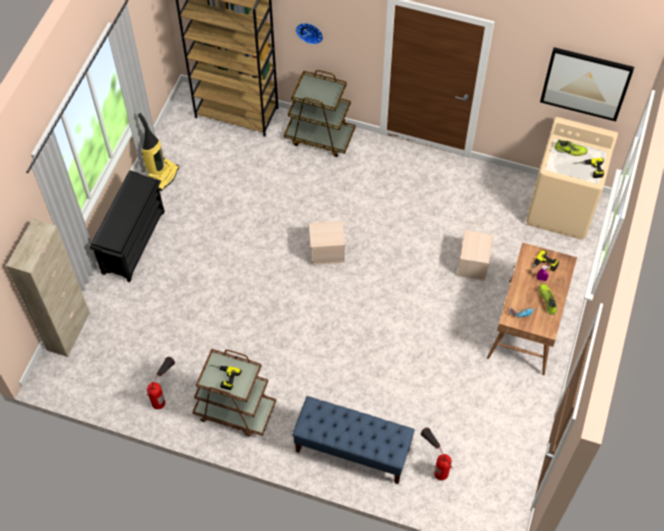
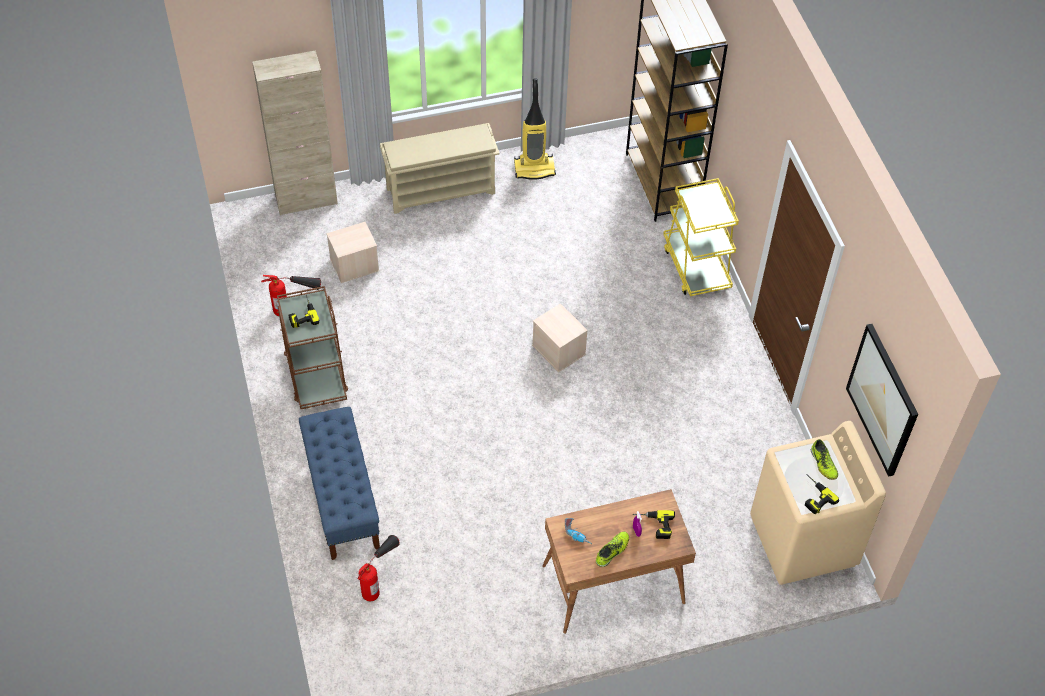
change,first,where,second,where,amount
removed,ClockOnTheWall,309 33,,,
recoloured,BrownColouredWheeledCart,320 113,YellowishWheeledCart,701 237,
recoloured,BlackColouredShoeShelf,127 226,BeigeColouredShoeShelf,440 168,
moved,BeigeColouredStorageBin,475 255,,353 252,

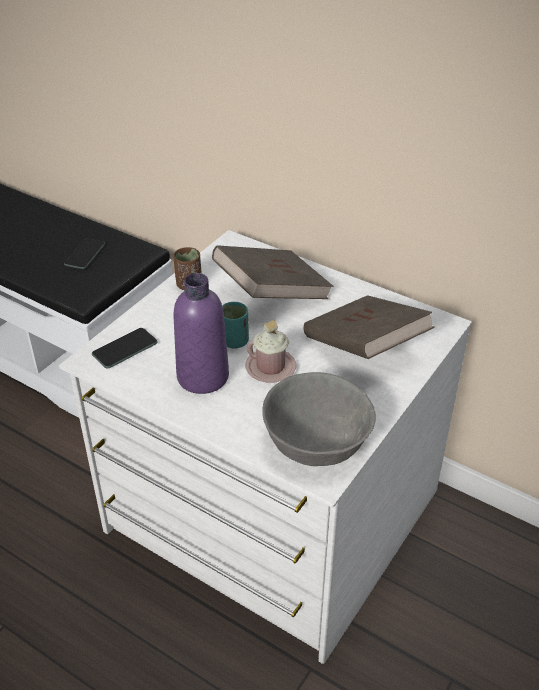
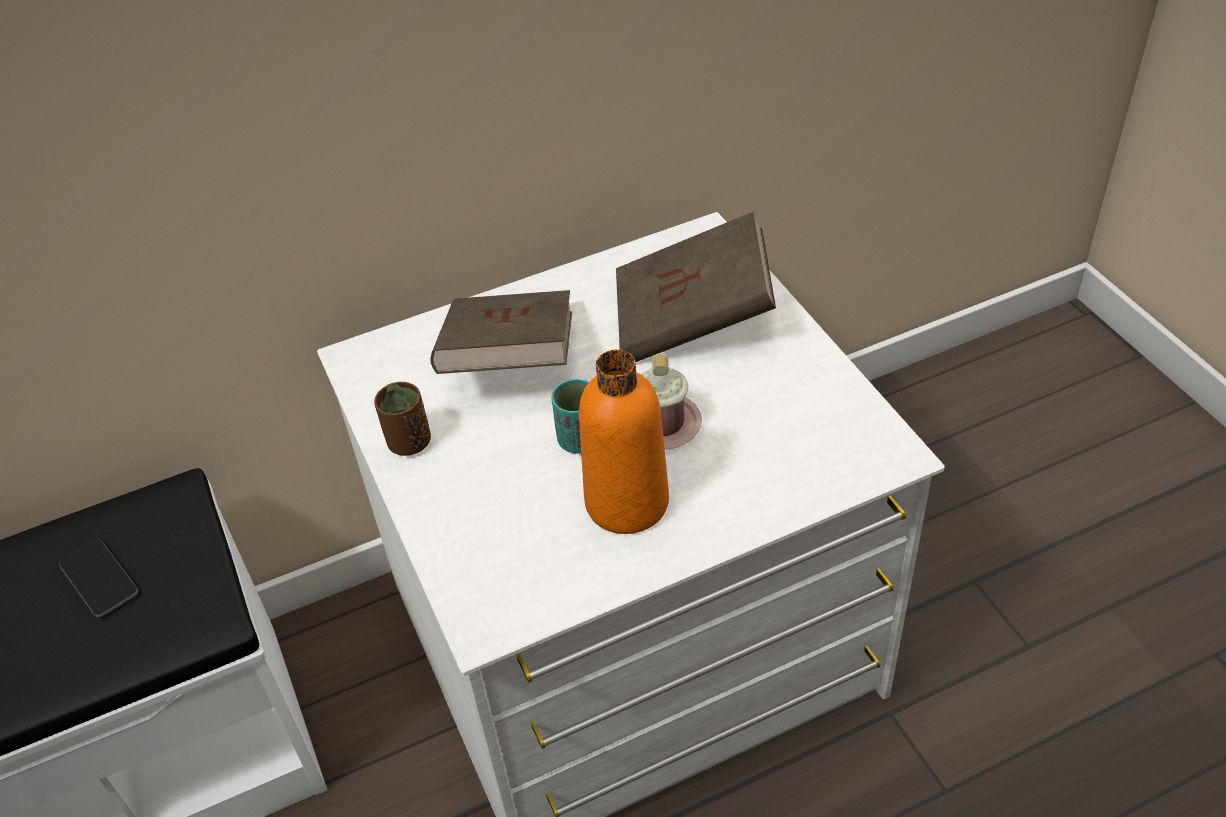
change,first,where,second,where,amount
recoloured,PurpleColouredDrinkBottle,201 333,OrangeyDrinkBottle,624 441,
removed,Handset,125 348,,,
removed,GrayDeepDish,319 419,,,

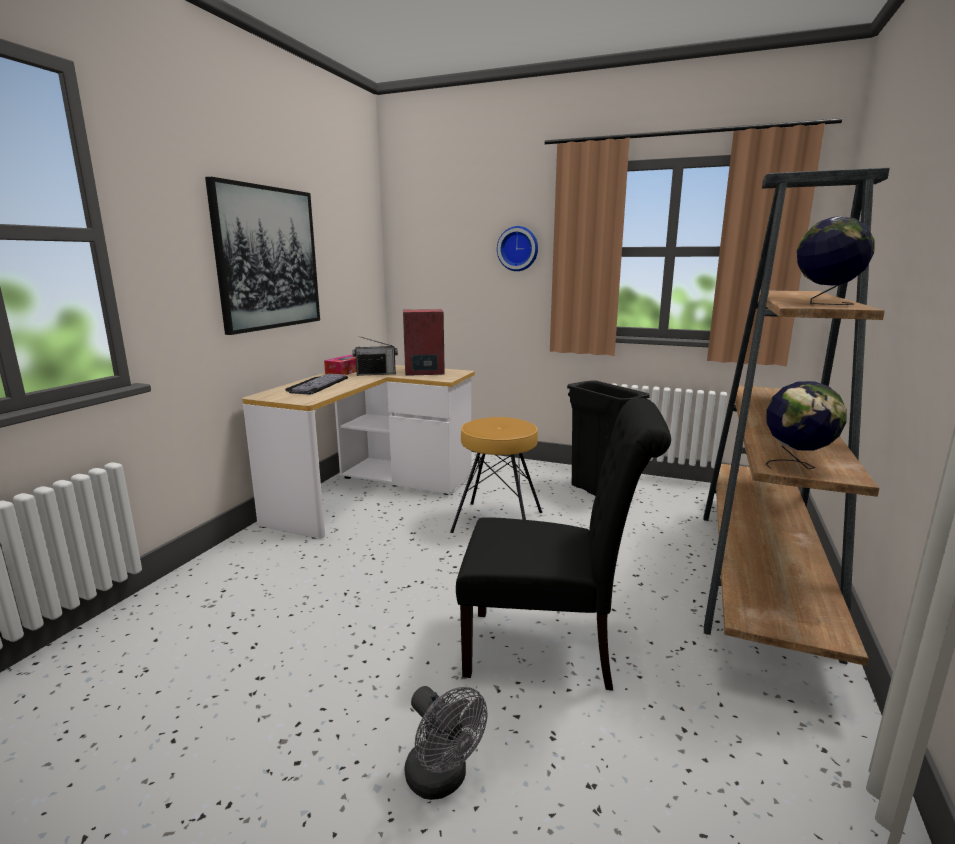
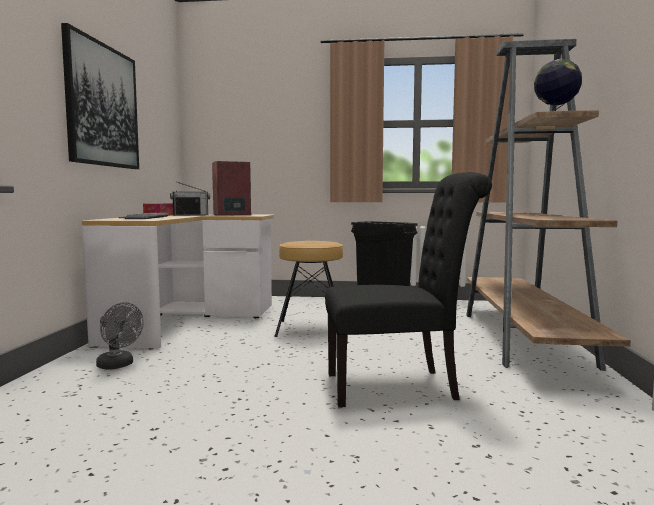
change,first,where,second,where,amount
removed,ClockOnTheWall,517 248,,,
removed,DeskGlobe,806 425,,,
moved,GrayCoolingFan,446 743,,120 336,

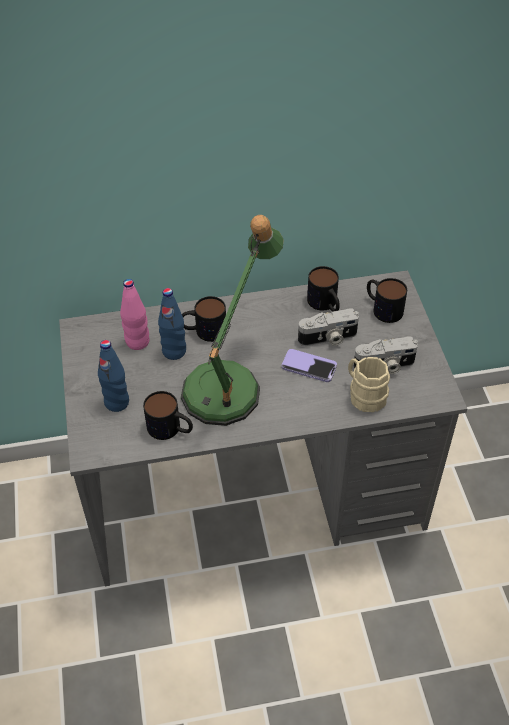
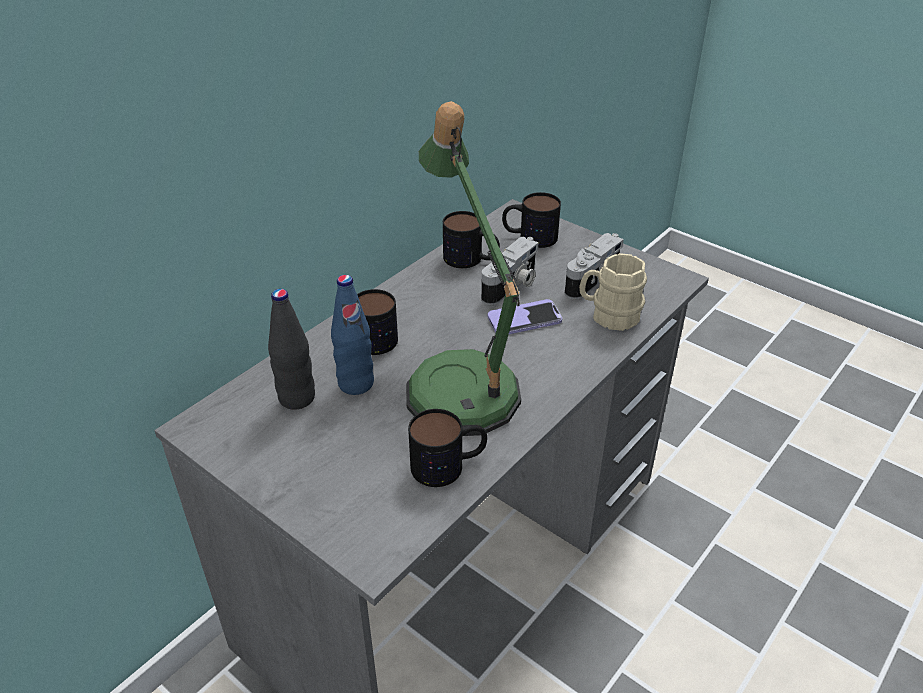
change,first,where,second,where,amount
recoloured,PinkDrinkBottle,134 314,BlackColouredDrinkBottle,291 349,
removed,BlueColouredDrinkBottle,113 376,,,

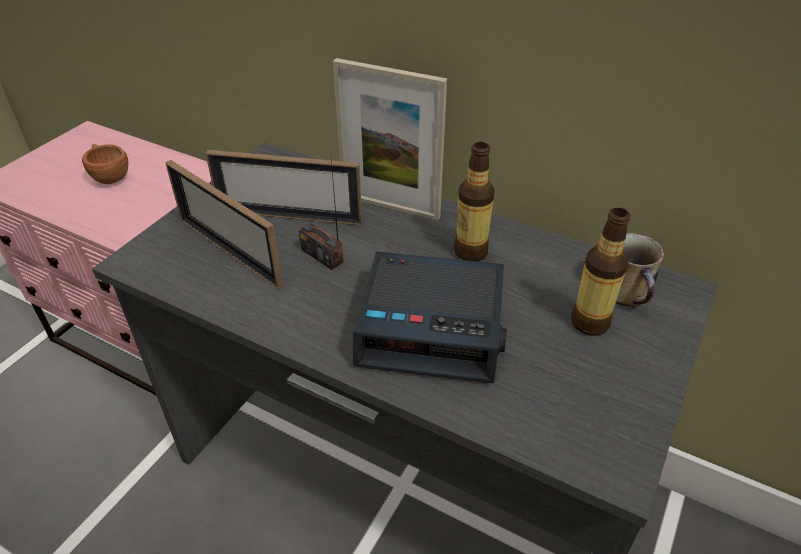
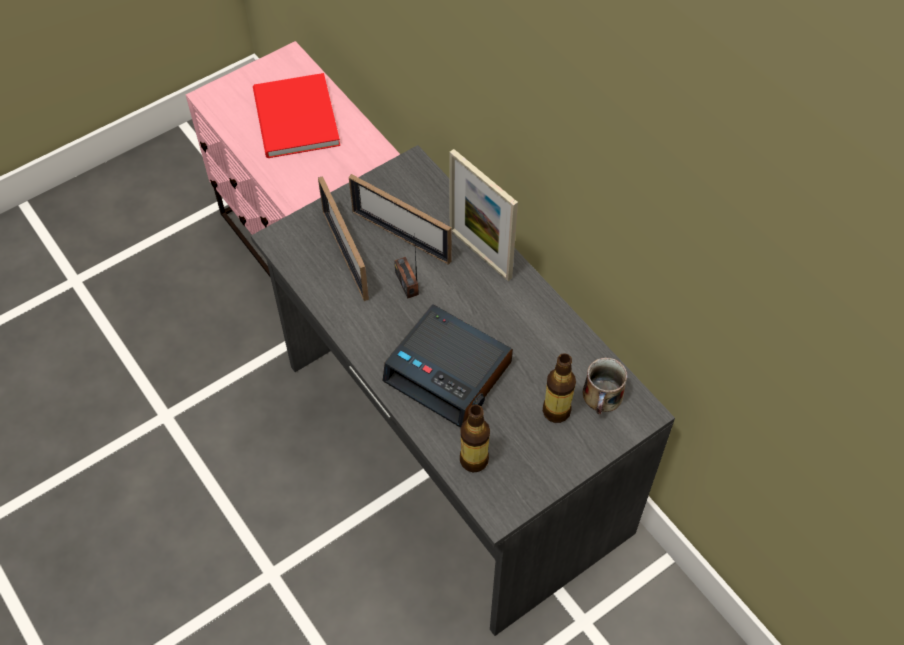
change,first,where,second,where,amount
moved,DrinkBottle,474 201,,475 438,
replaced,BrownColouredSmallCup,105 164,ReddishVolume,296 115,

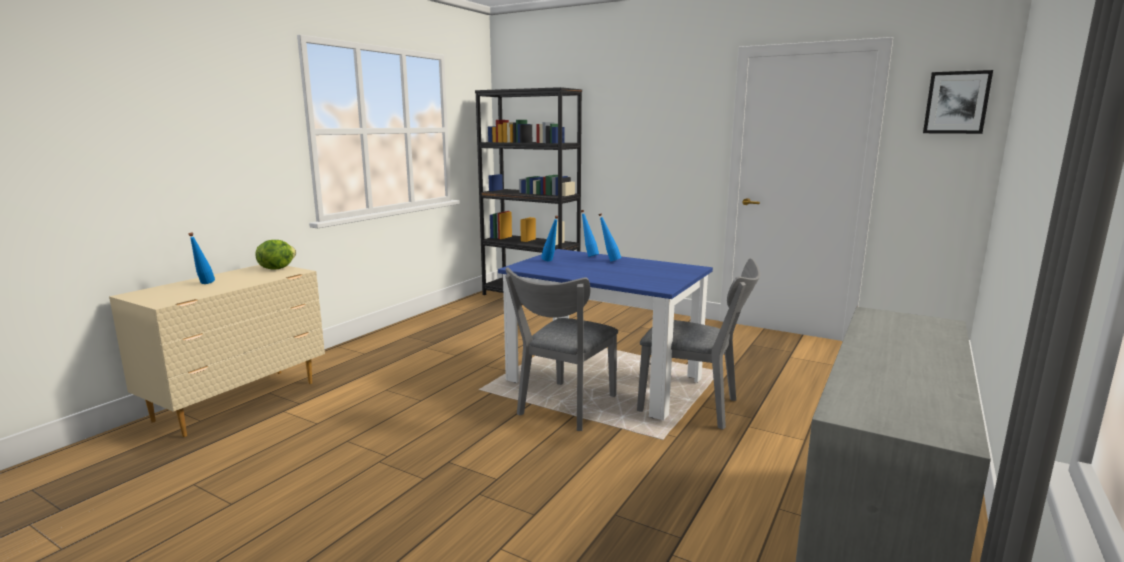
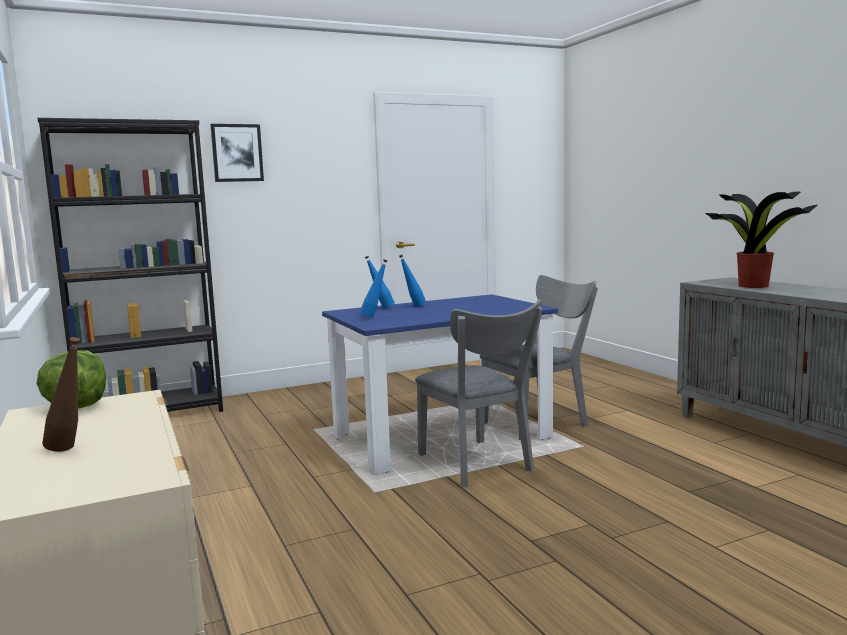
change,first,where,second,where,amount
moved,WallPicture,958 102,,237 153,
recoloured,BlueColouredDrinkBottle,202 258,BrownColouredDrinkBottle,61 394,
added,,,Houseplant,761 239,

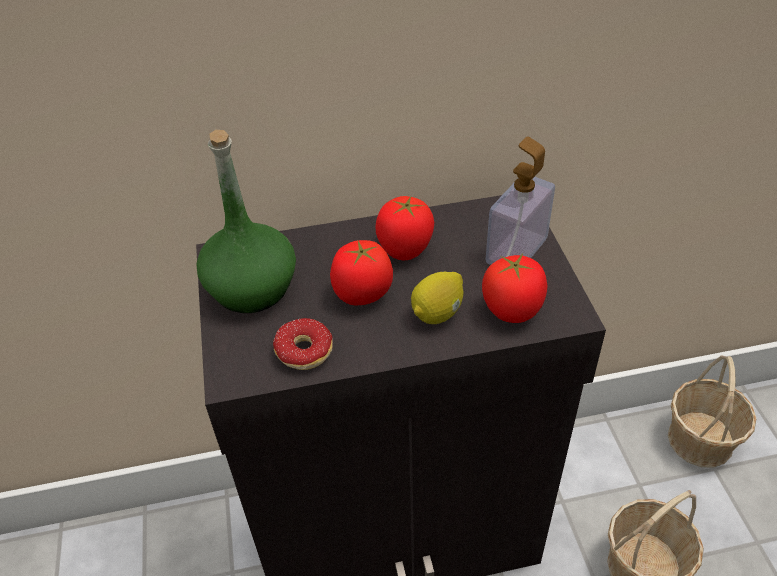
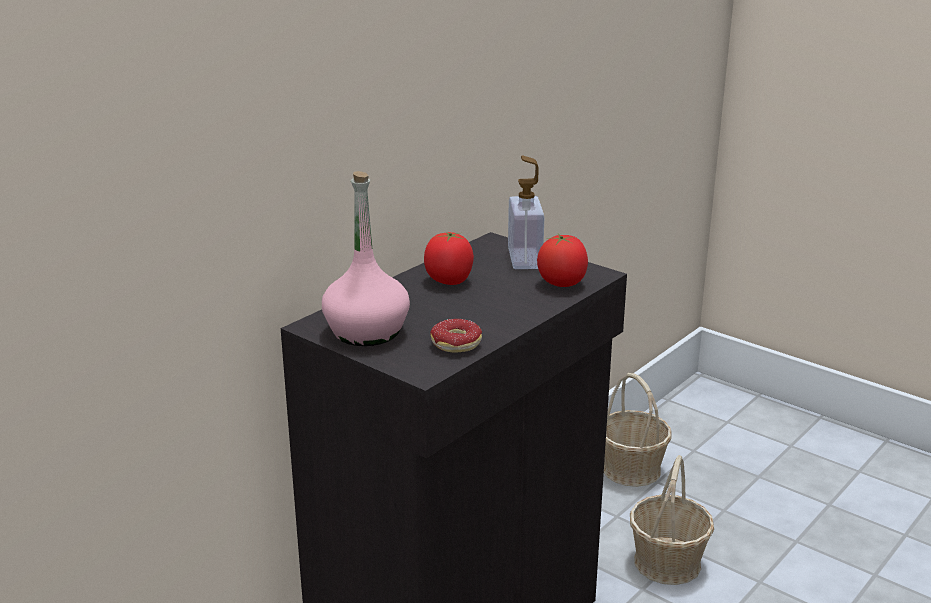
change,first,where,second,where,amount
recoloured,GreenishDrinkBottle,246 221,PinkDrinkBottle,366 258,
removed,FreshTomato,361 272,,,
removed,WholeLemon,437 298,,,

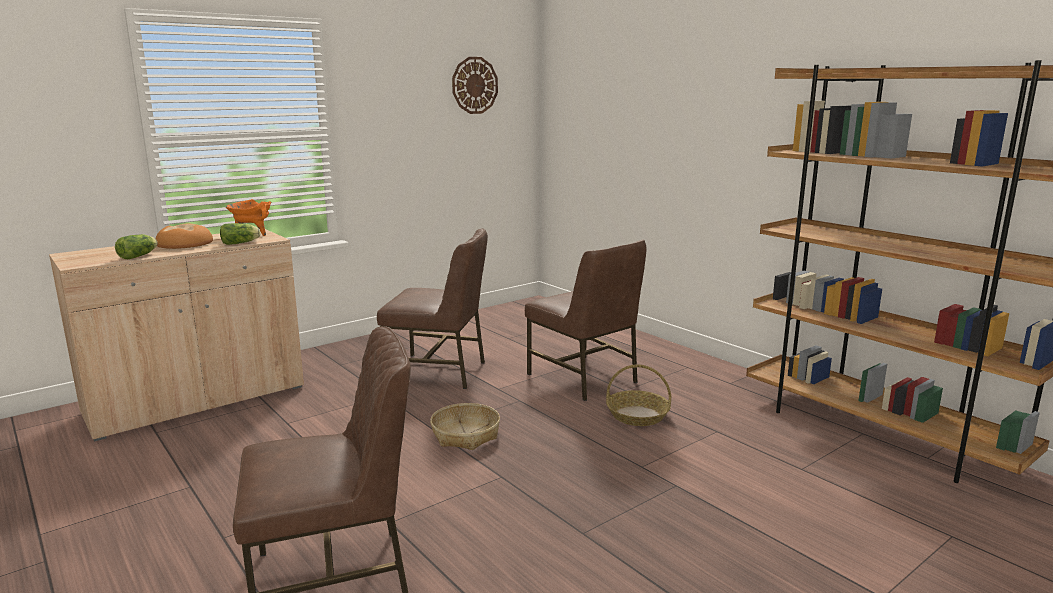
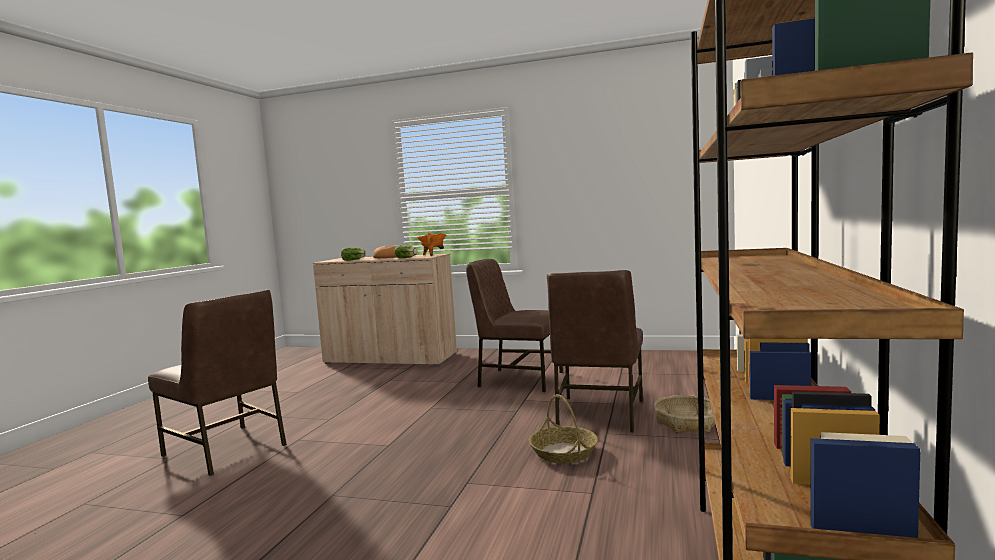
change,first,where,second,where,amount
removed,ClockOnTheWall,475 85,,,
turned,BrownColouredUprightChair,432 308,,514 325,135 degrees clockwise
moved,Basket,465 426,,684 414,

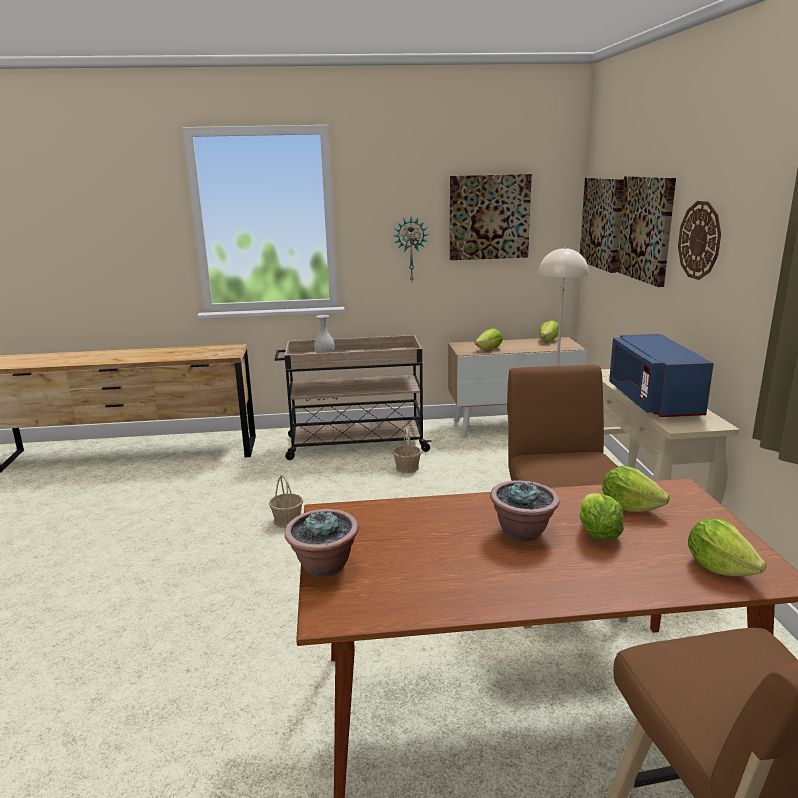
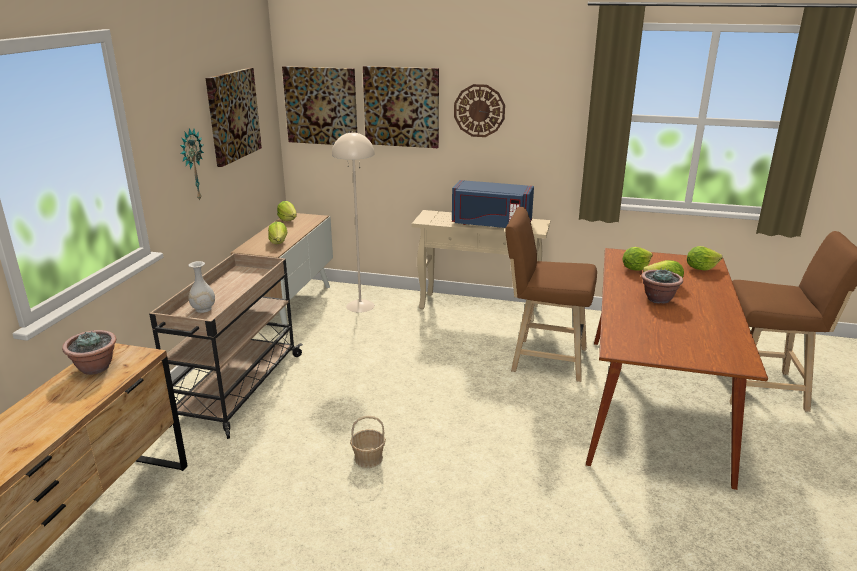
change,first,where,second,where,amount
removed,Basket,407 450,,,
moved,Houseplant,322 543,,89 352,

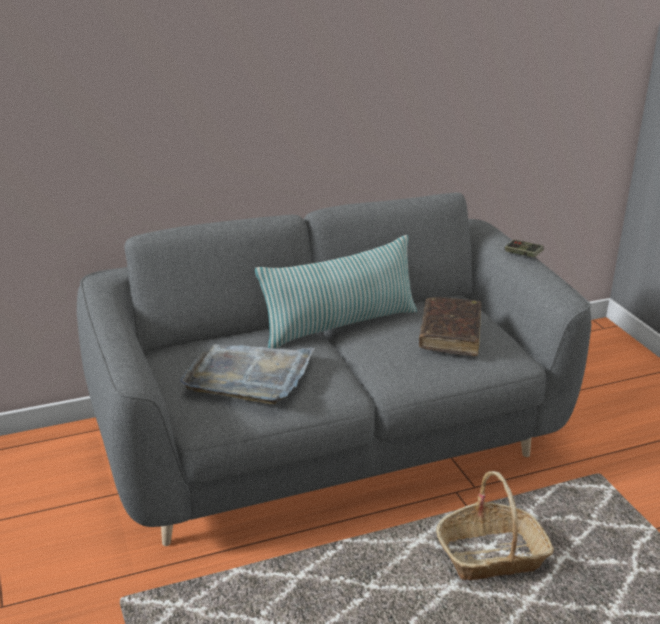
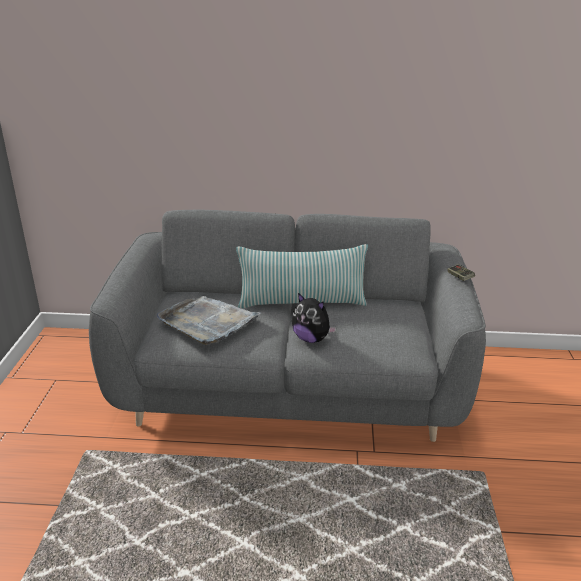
change,first,where,second,where,amount
removed,BrownColouredVolume,450 326,,,
removed,Basket,495 525,,,
added,,,SoftToy,314 318,

